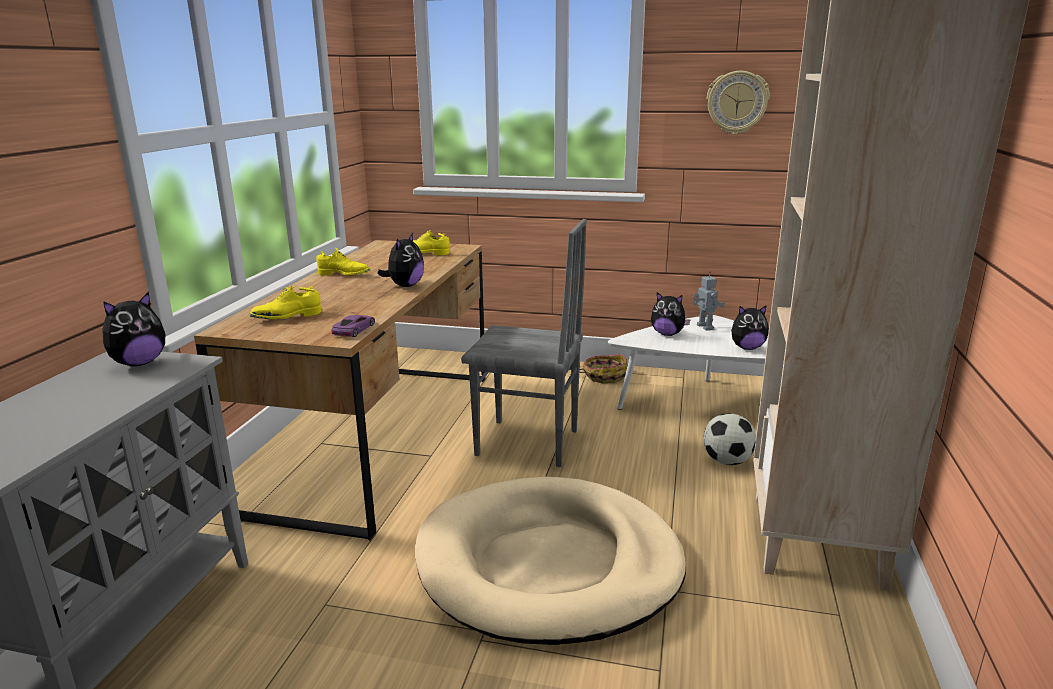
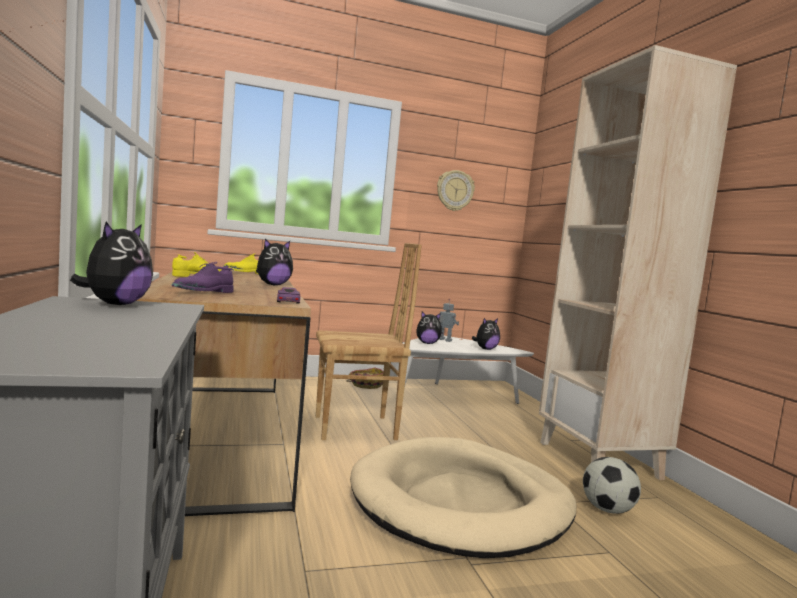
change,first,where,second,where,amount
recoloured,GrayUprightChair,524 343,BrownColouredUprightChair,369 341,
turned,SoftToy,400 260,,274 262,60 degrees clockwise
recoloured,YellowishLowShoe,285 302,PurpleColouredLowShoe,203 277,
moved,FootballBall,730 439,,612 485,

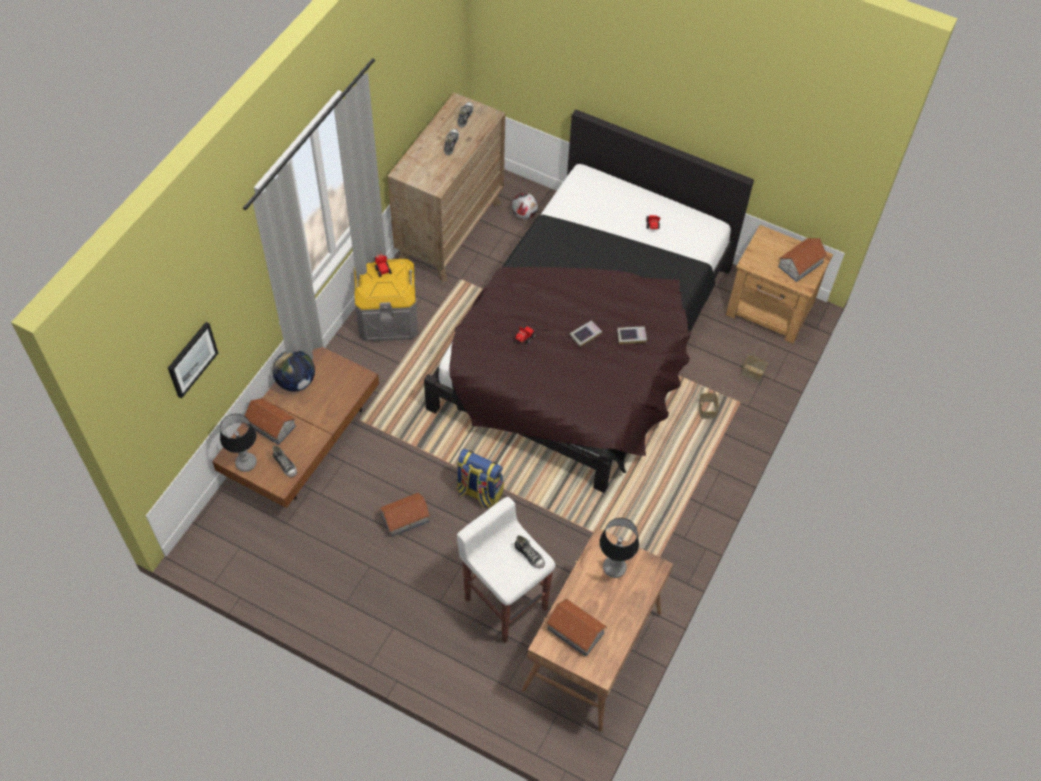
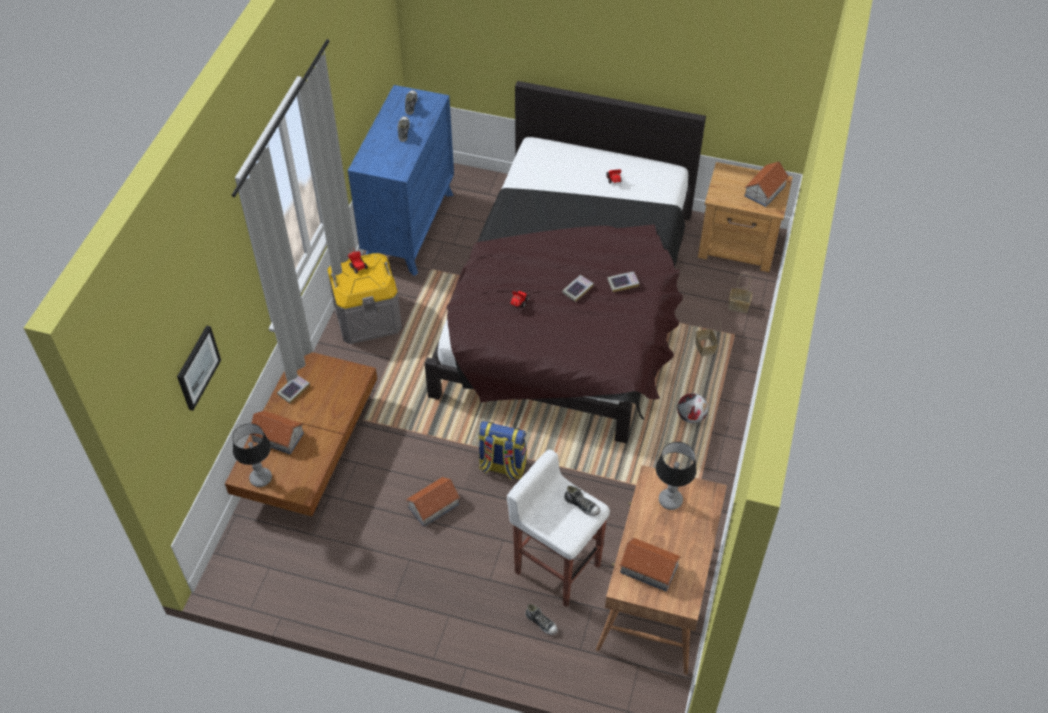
change,first,where,second,where,amount
recoloured,BrownColouredDresser,446 187,BlueColouredDresser,401 180,
moved,FootballBall,524 206,,692 408,
replaced,DeskGlobe,293 371,Volume,293 390,
moved,LowShoe,285 461,,541 619,

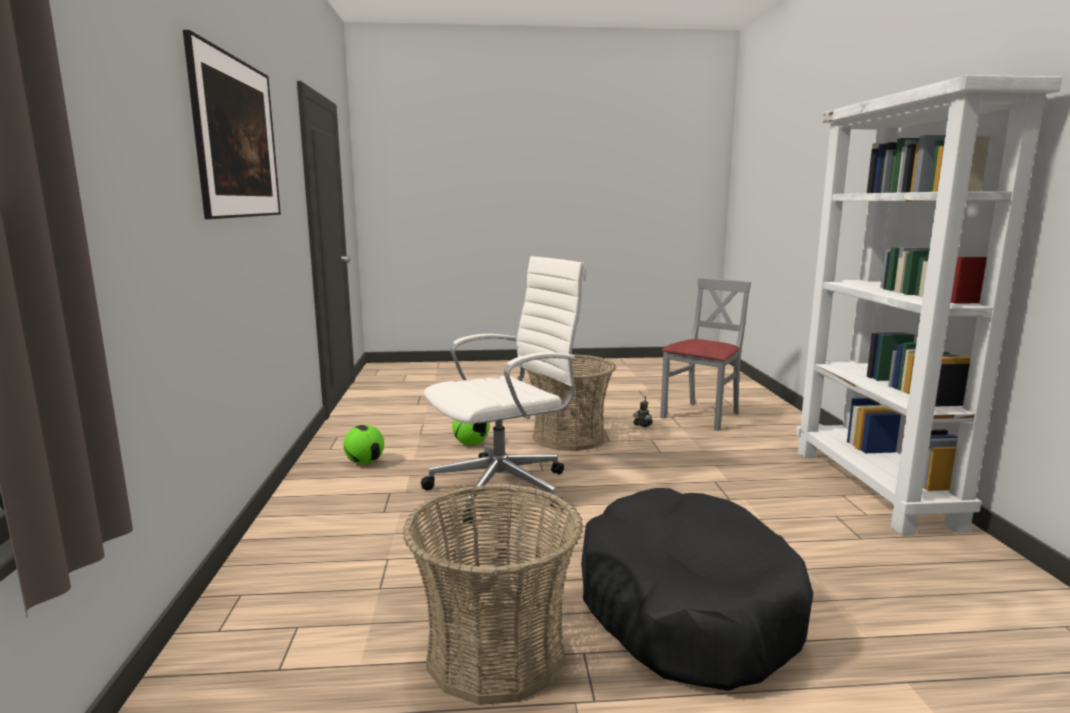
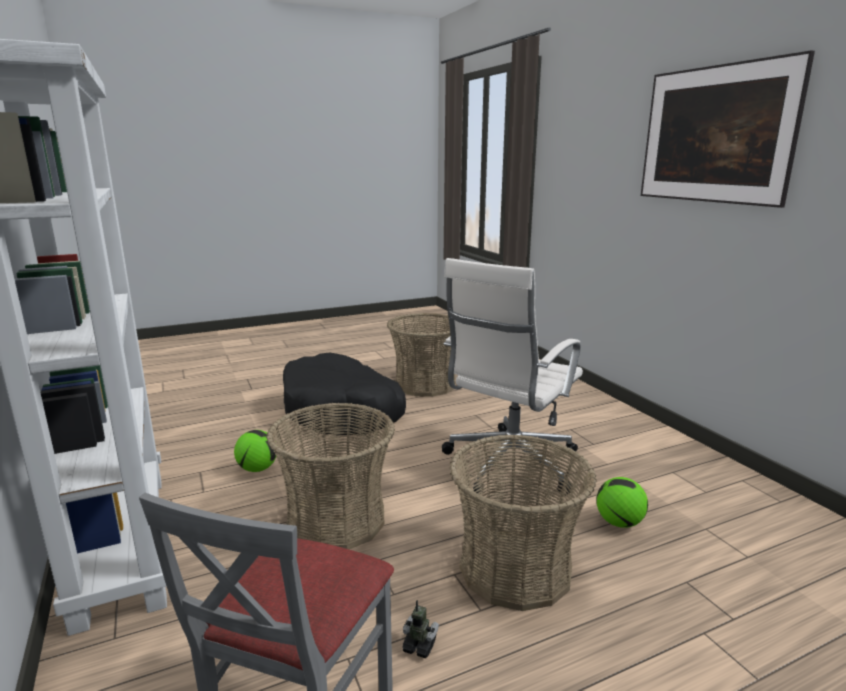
change,first,where,second,where,amount
moved,FootballBall,363 445,,255 451,
added,,,Basket,330 476,

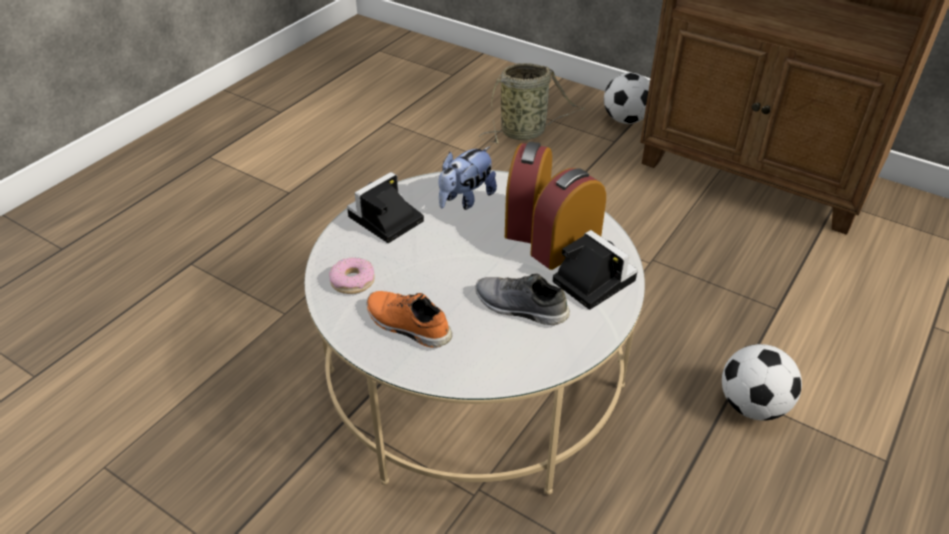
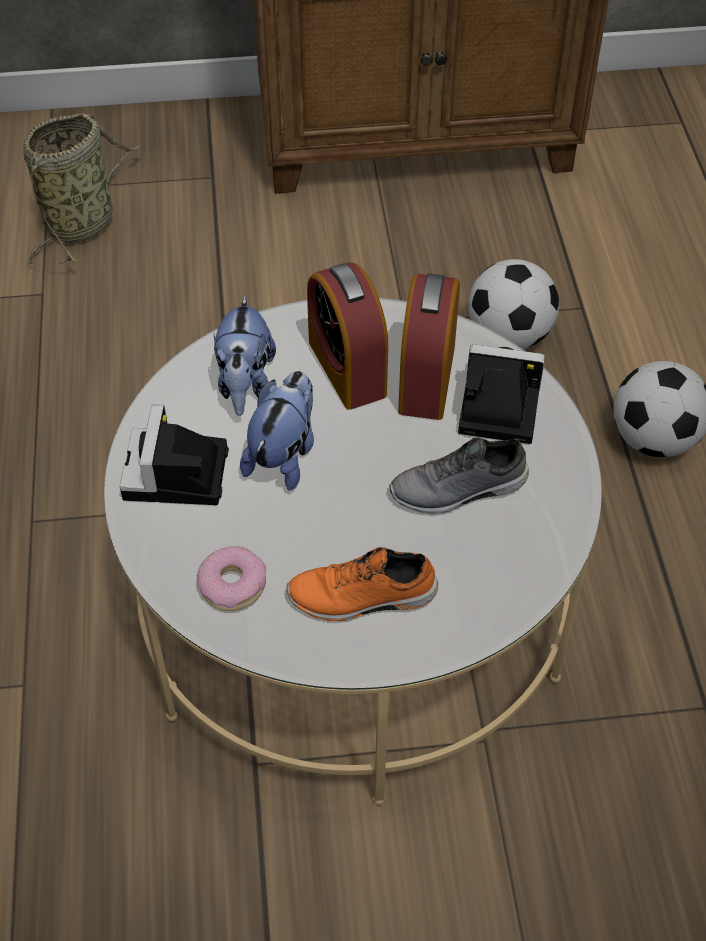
change,first,where,second,where,amount
moved,FootballBall,627 98,,513 304,
added,,,SoftToy,277 431,

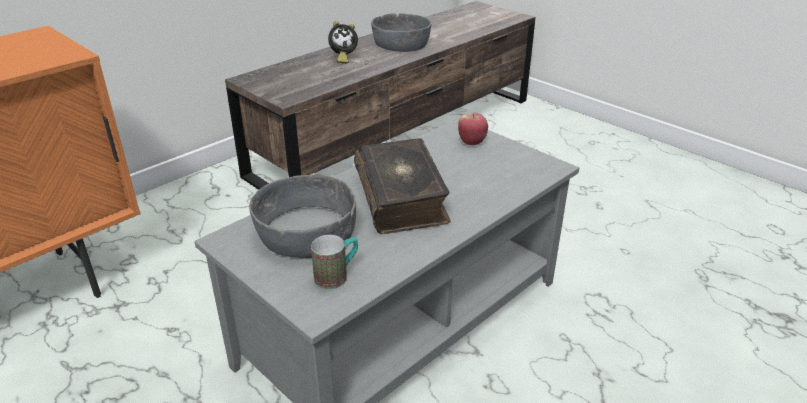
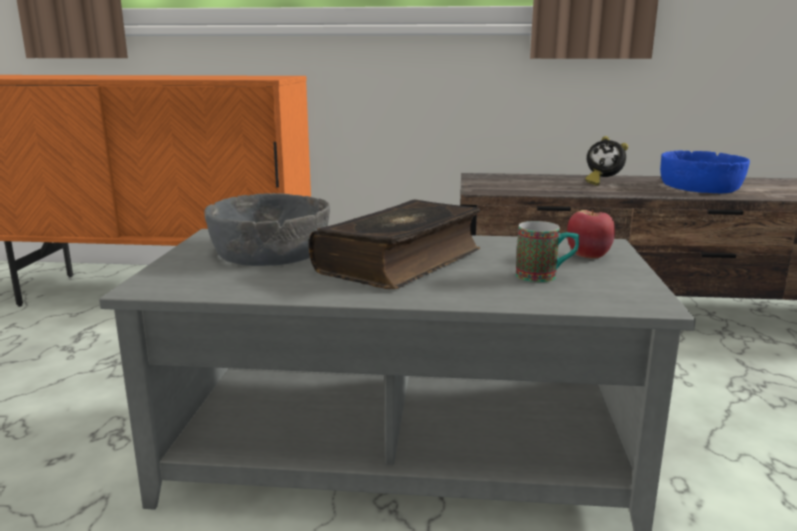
change,first,where,second,where,amount
recoloured,GrayDeepDish,401 32,BlueColouredDeepDish,705 172,
moved,Mug,334 262,,547 251,

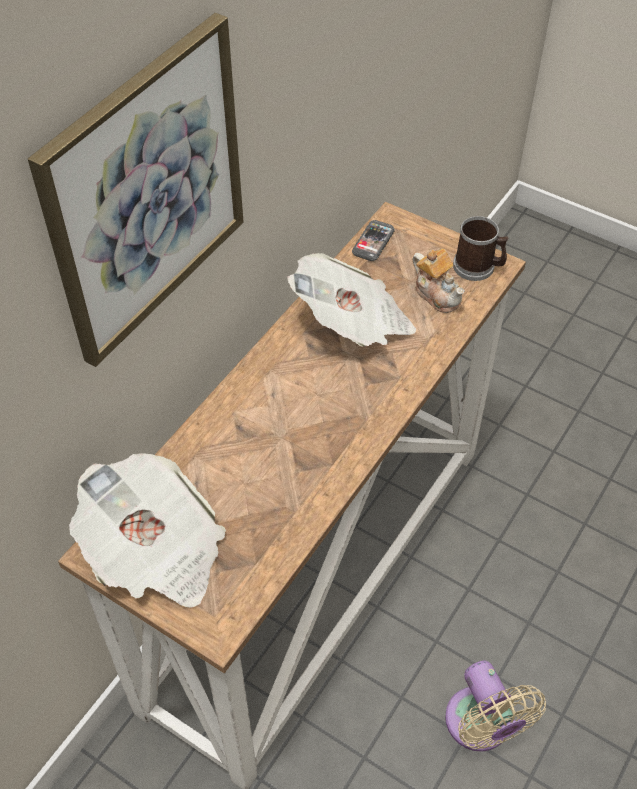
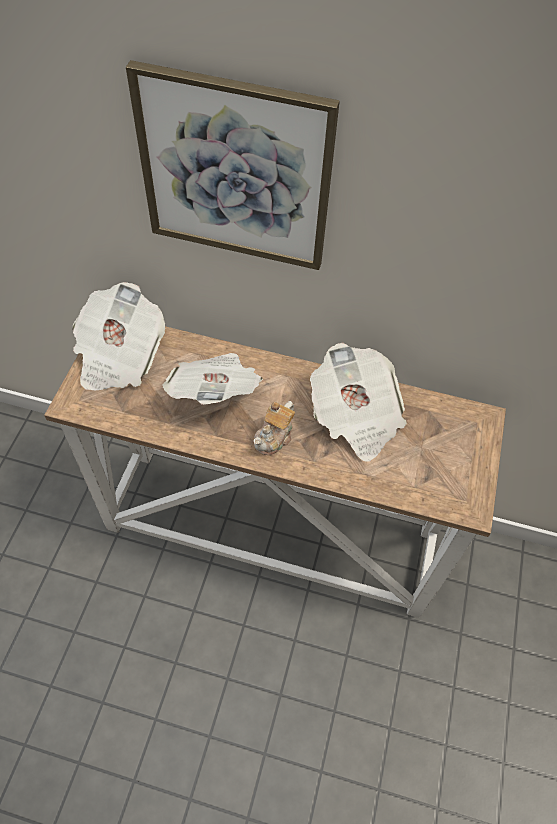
change,first,where,second,where,amount
removed,Mug,481 248,,,
removed,Handset,373 240,,,
moved,TeaPot,438 281,,274 428,
removed,BeigeColouredCoolingFan,495 706,,,
added,,,DailyPaper,212 379,

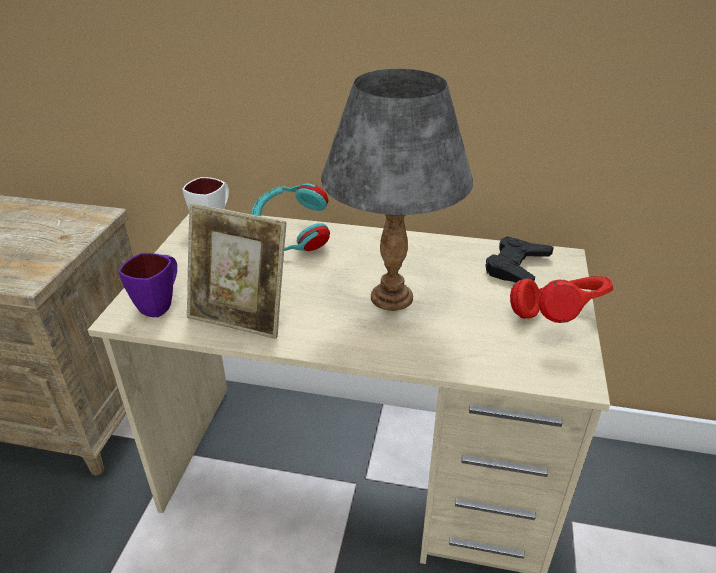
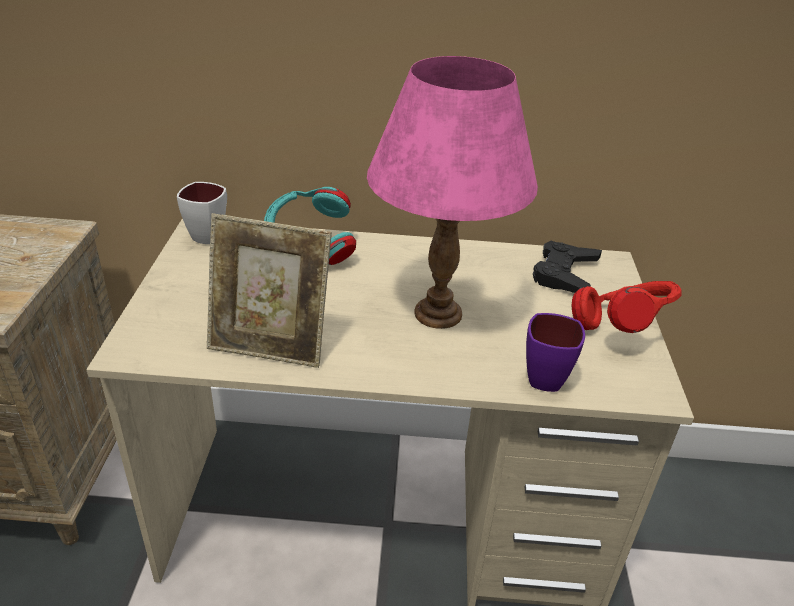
change,first,where,second,where,amount
recoloured,GrayLampForATable,397 190,PinkLampForATable,452 192,
moved,PurpleColouredMug,147 285,,555 352,

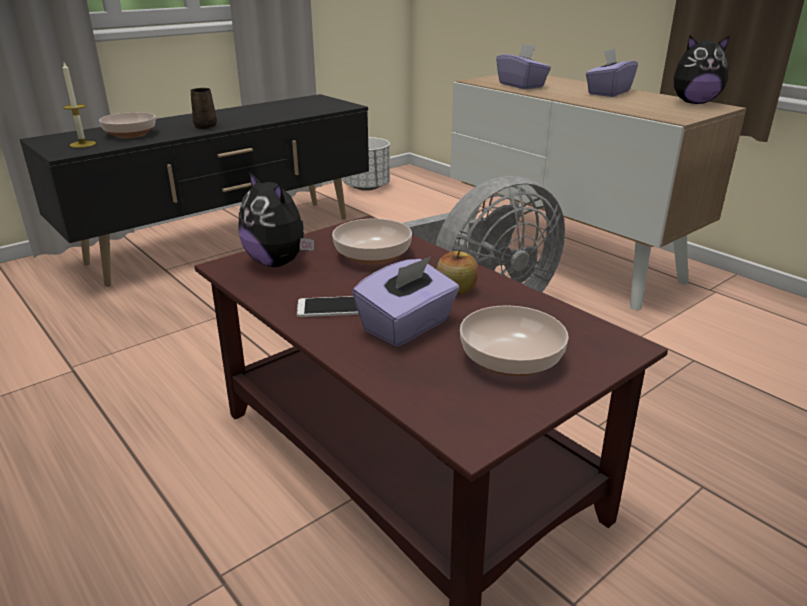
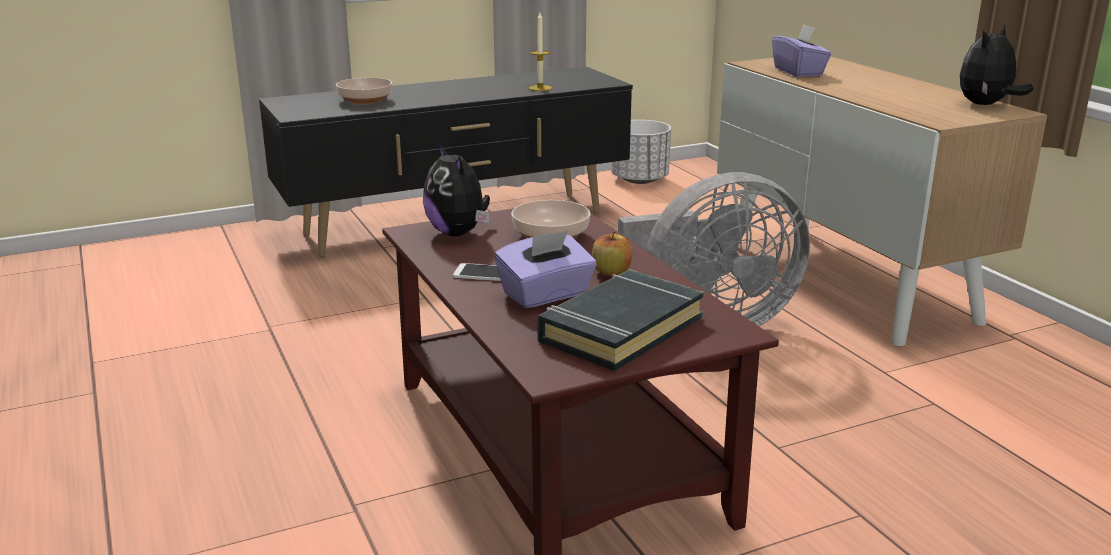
change,first,where,second,where,amount
turned,SoftToy,702 69,,996 65,120 degrees clockwise
removed,PurpleColouredBoxOfTissues,612 72,,,
moved,Candle,79 105,,540 51,
removed,BrownColouredMug,203 108,,,
replaced,DeepDish,514 340,BlackColouredVolume,620 320,

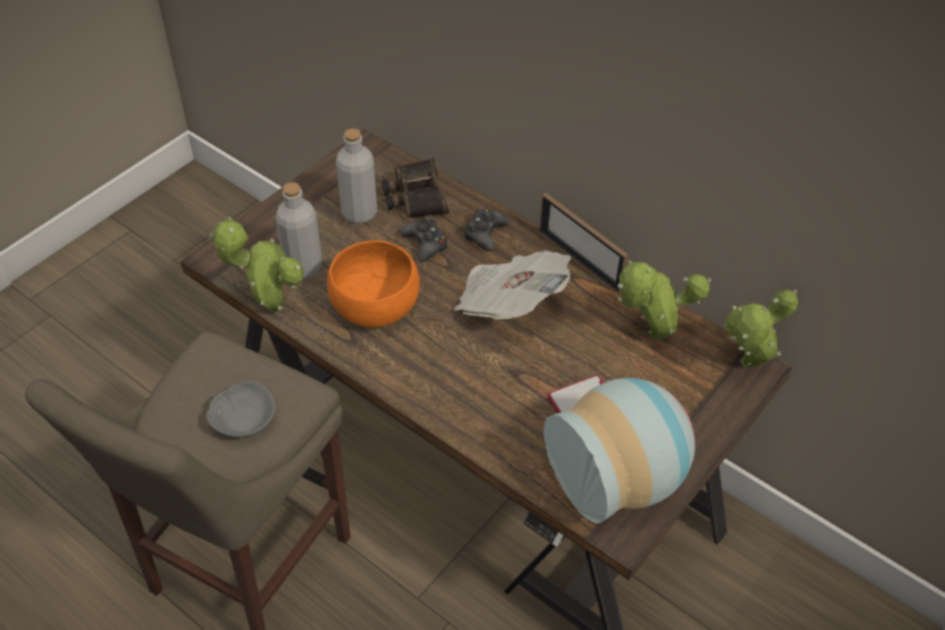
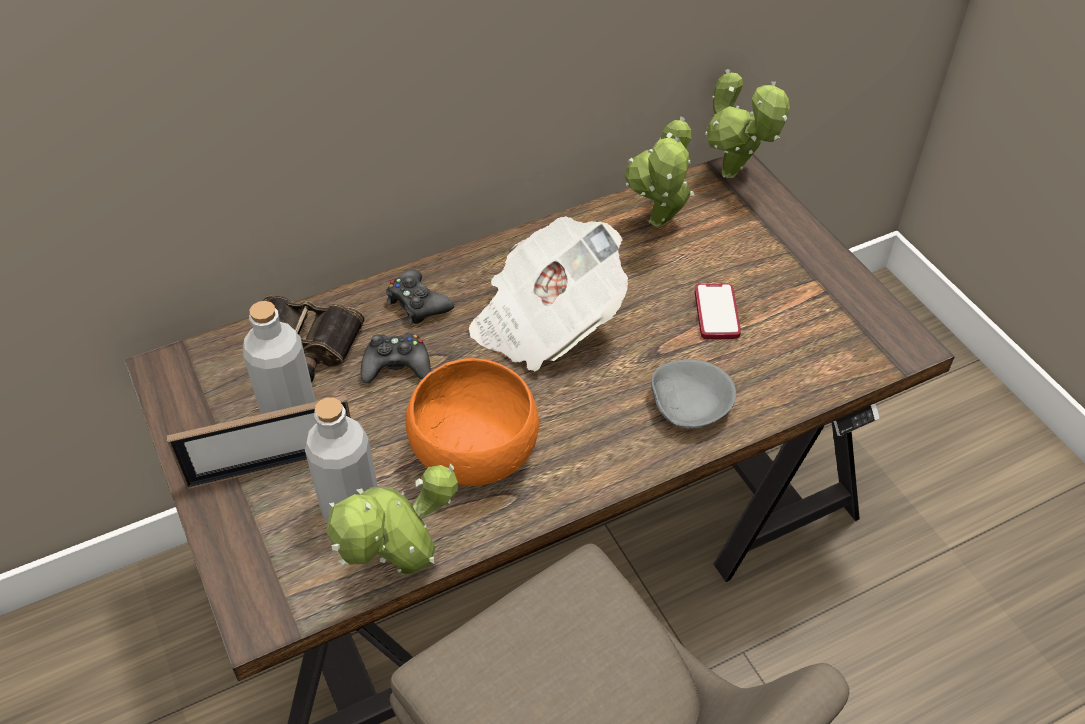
change,first,where,second,where,amount
moved,PictureFrame,583 243,,259 442,
removed,Vase,619 450,,,
moved,GrayDeepDish,240 409,,693 394,

